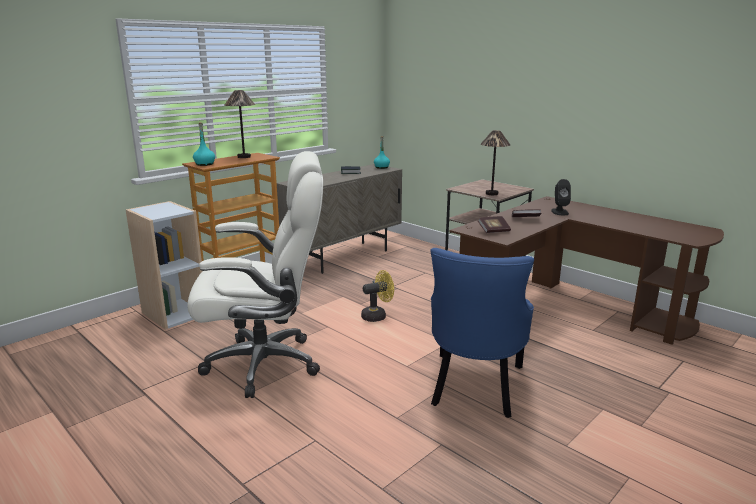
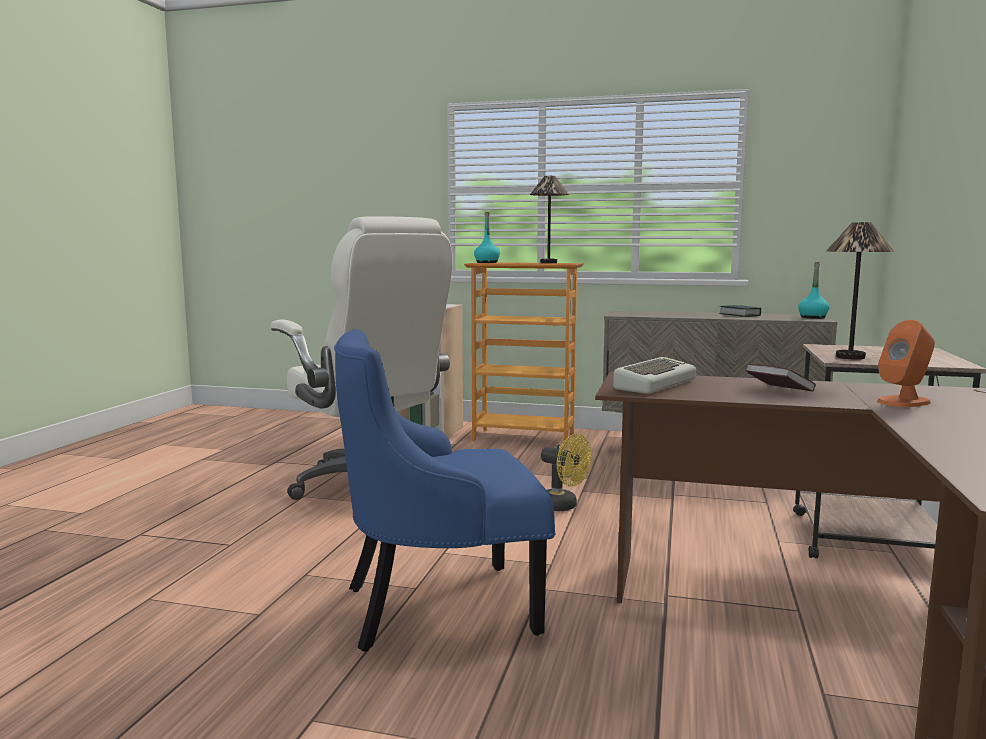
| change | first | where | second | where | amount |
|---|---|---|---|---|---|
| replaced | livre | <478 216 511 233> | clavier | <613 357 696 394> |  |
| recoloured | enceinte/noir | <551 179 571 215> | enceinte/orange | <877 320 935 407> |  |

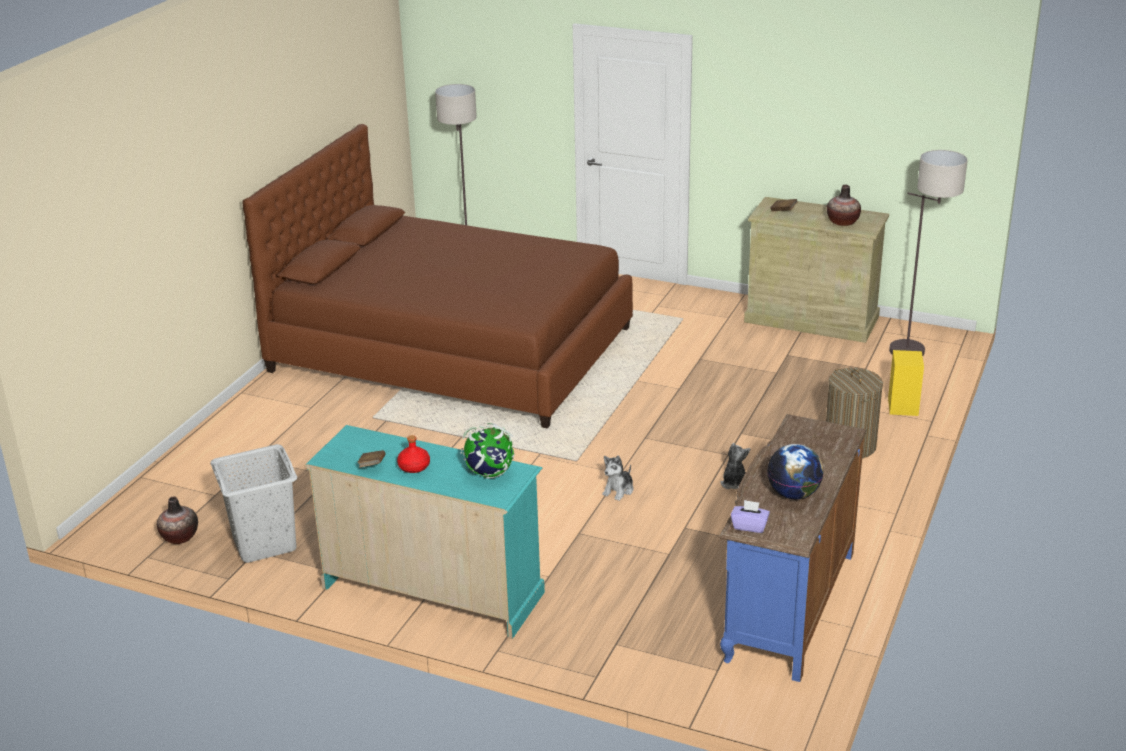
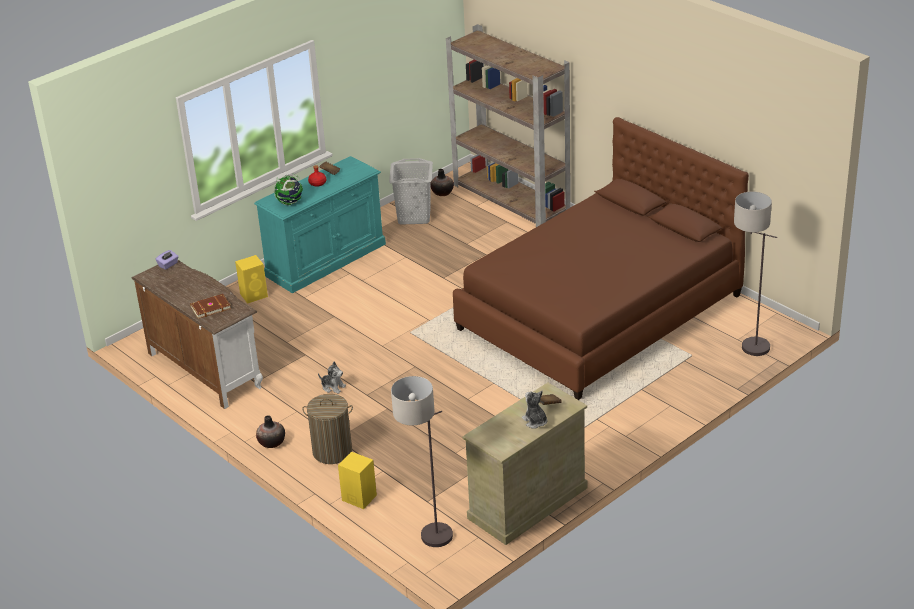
| change | first | where | second | where | amount |
|---|---|---|---|---|---|
| moved | peluche | <602 455 634 501> |  | <522 391 547 428> |  |
| recoloured | commode/bleu | <719 414 867 682> | commode/blanc | <132 260 263 409> |  |
| removed | globe | <767 444 823 499> |  |  |  |
| moved | vase | <827 185 861 226> |  | <256 415 285 448> |  |
| added |  |  | livre/marron | <190 294 231 319> |  |
| added |  |  | enceinte/jaune | <235 255 268 304> |  |
| added |  |  | bibliothèque/marron | <446 24 571 227> |  |

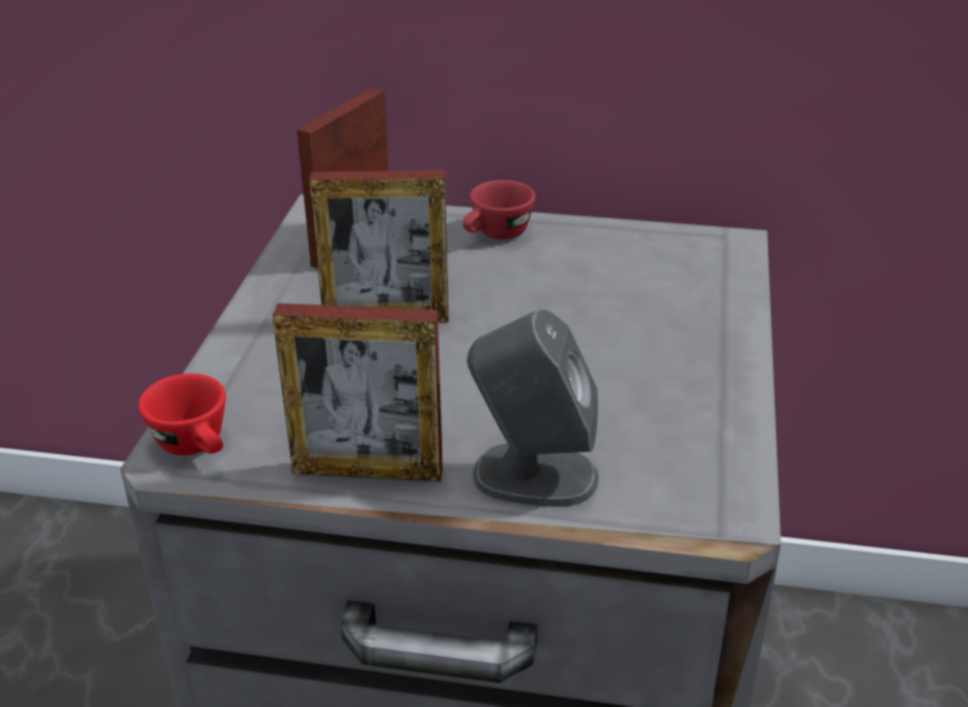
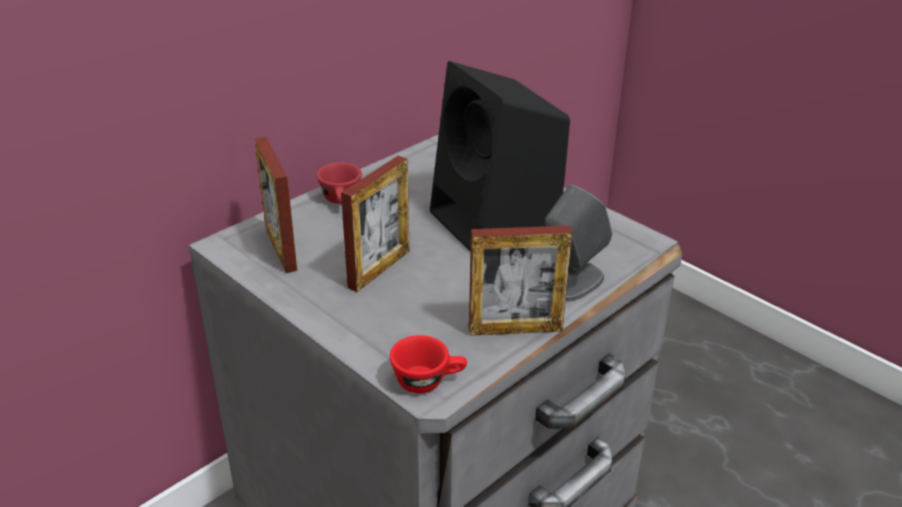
| change | first | where | second | where | amount |
|---|---|---|---|---|---|
| turned | cadre photo | <272 303 443 482> |  | <469 226 572 336> | 45 degrees clockwise |
| added |  |  | enceinte/noir | <430 61 570 252> |  |

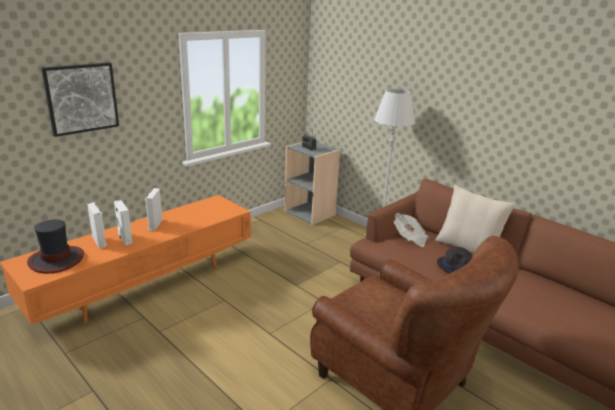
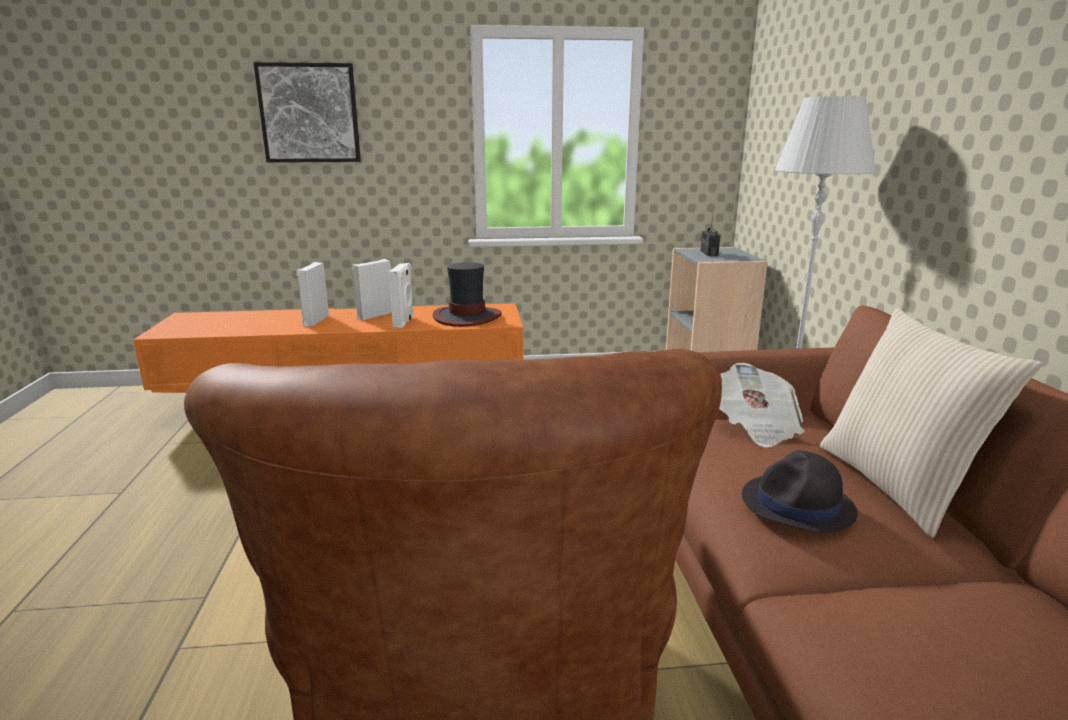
| change | first | where | second | where | amount |
|---|---|---|---|---|---|
| moved | chapeau | <27 219 84 273> |  | <433 262 502 327> |  |
| moved | enceinte/blanc | <87 202 107 248> |  | <389 263 414 328> |  |

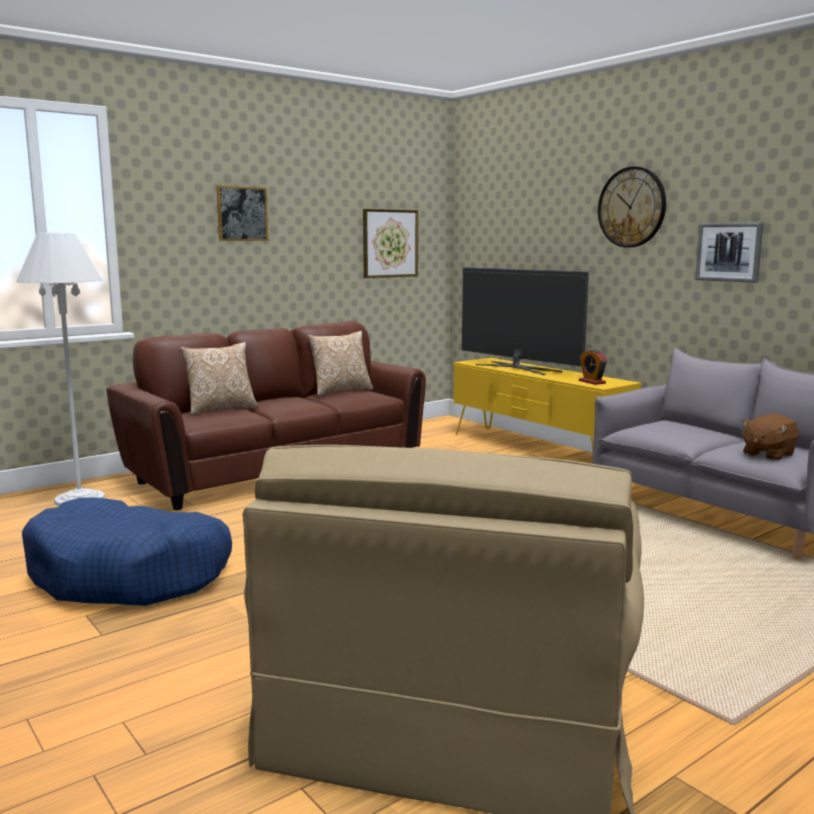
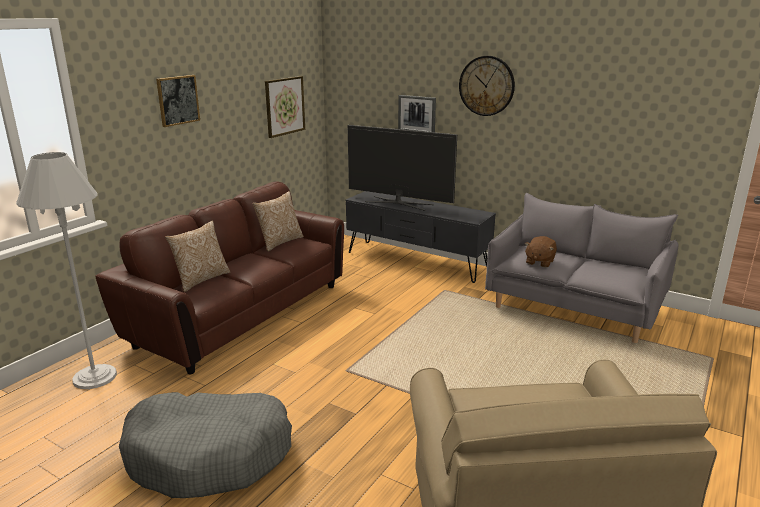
| change | first | where | second | where | amount |
|---|---|---|---|---|---|
| recoloured | panier pour chien/bleu | <22 498 232 606> | panier pour chien/gris | <119 392 292 498> |  |
| recoloured | meuble télé/jaune | <454 358 642 451> | meuble télé/gris | <345 191 496 283> |  |
| removed | réveil | <579 349 607 385> |  |  |  |
| moved | tableau | <695 222 764 283> |  | <398 95 436 132> |  |
| moved | peluche/marron | <741 414 798 461> |  | <525 236 557 268> |  |

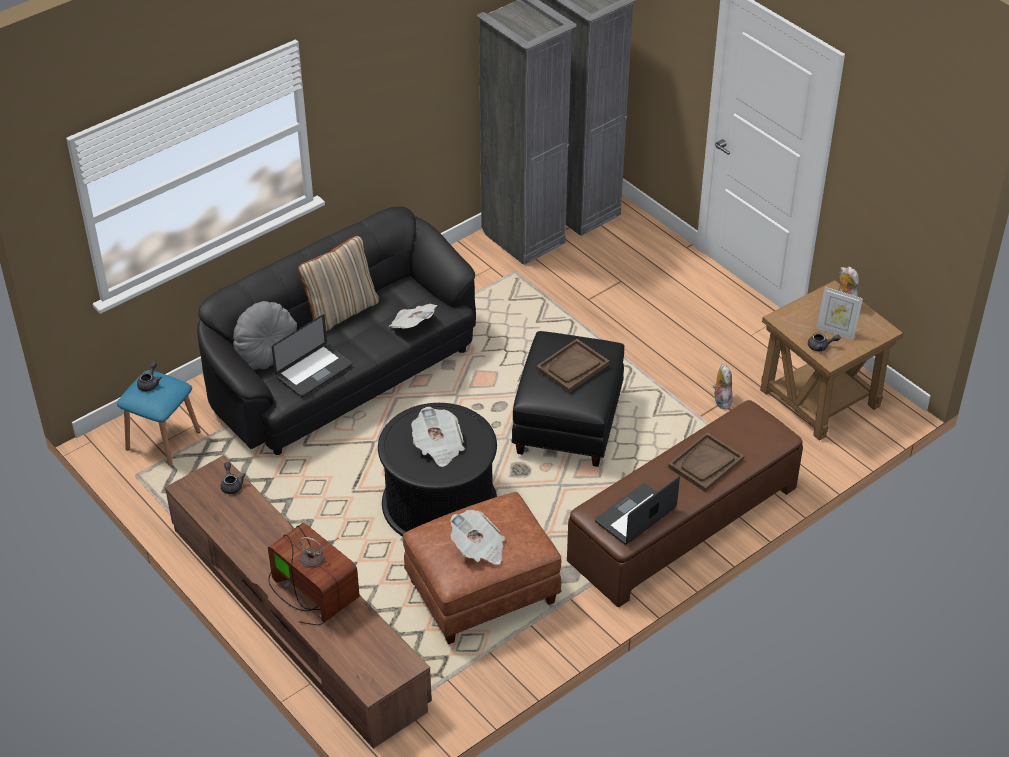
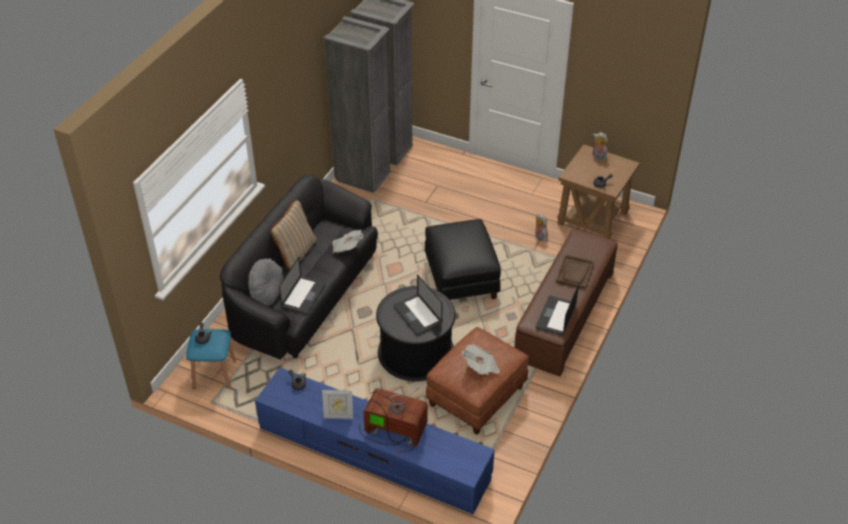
| change | first | where | second | where | amount |
|---|---|---|---|---|---|
| recoloured | meuble télé/marron | <165 456 432 749> | meuble télé/bleu | <255 368 495 514> |  |
| replaced | journal | <411 407 465 467> | ordinateur portable | <394 274 443 335> |  |
| removed | plateau/marron | <536 339 609 393> |  |  |  |
| moved | cadre photo | <816 287 863 340> |  | <322 390 353 419> |  |

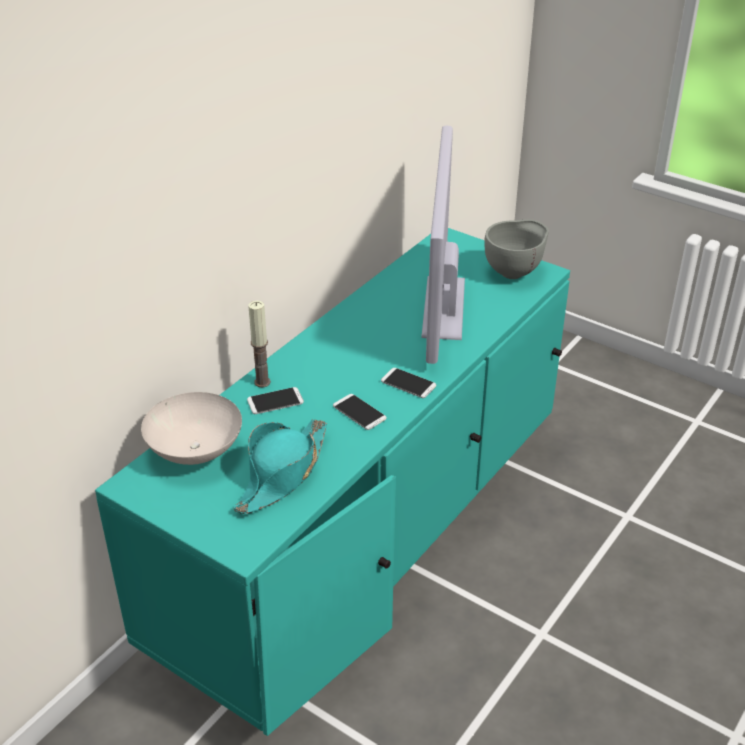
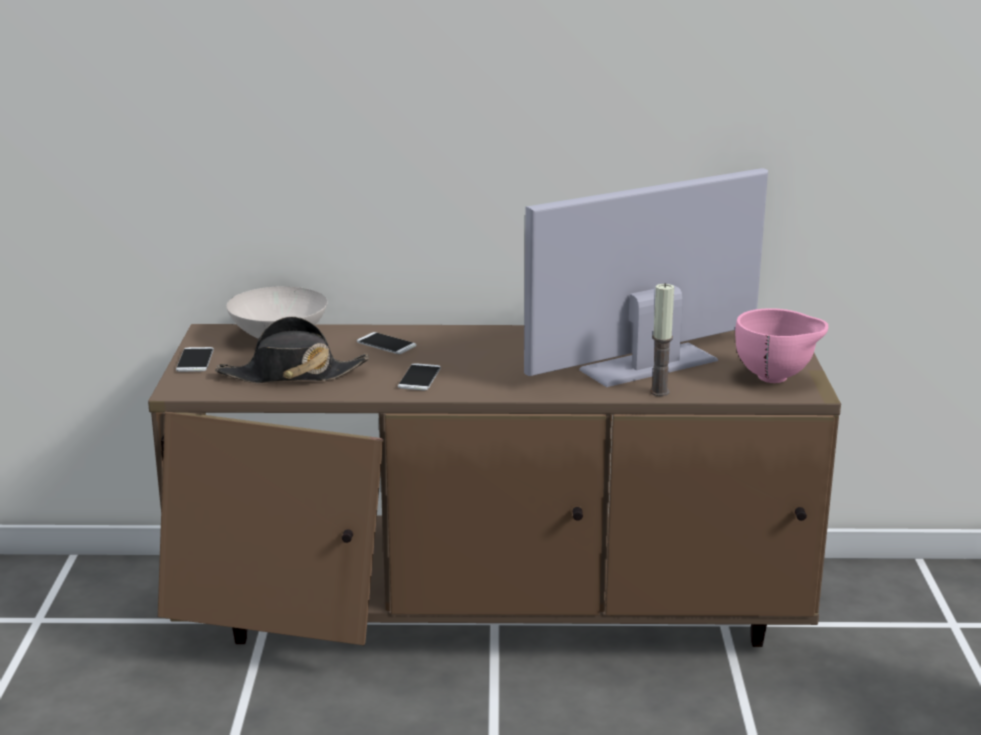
| change | first | where | second | where | amount |
|---|---|---|---|---|---|
| recoloured | meuble télé/turquoise | <95 228 570 736> | meuble télé/marron | <148 324 841 647> |  |
| recoloured | chapeau/turquoise | <234 419 327 514> | chapeau/noir | <215 316 369 383> |  |
| moved | bougie | <248 301 271 387> |  | <650 283 674 396> |  |
| moved | téléphone | <381 368 436 398> |  | <176 347 214 372> |  |
| recoloured | bol/gris | <484 219 549 279> | bol/rose | <735 308 828 383> |  |

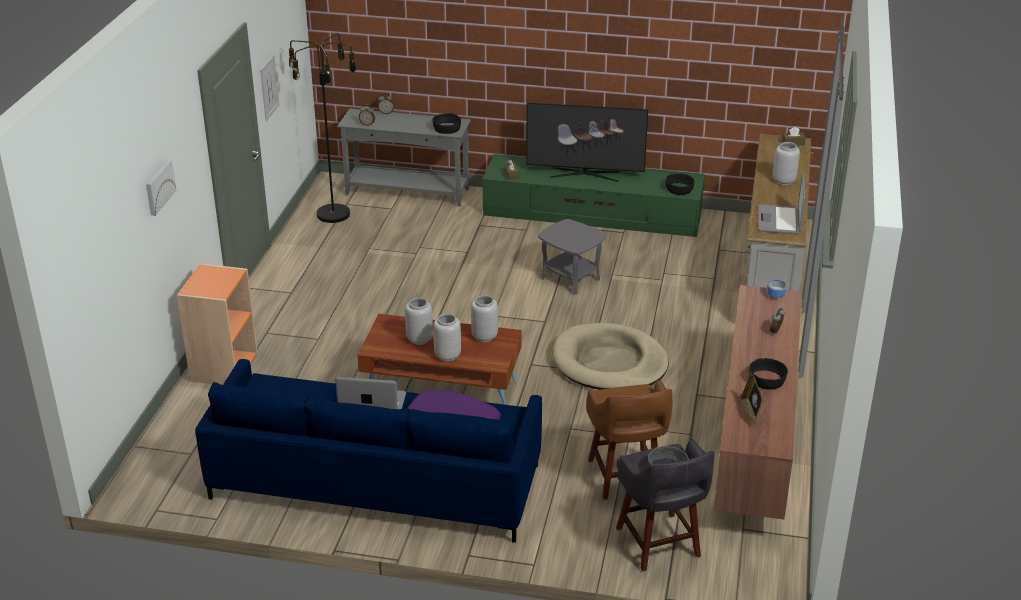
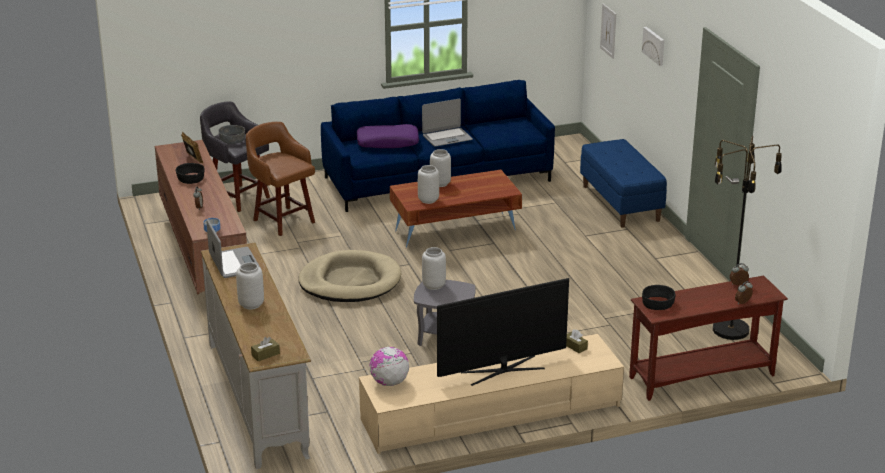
| change | first | where | second | where | amount |
|---|---|---|---|---|---|
| replaced | bibliothèque/orange | <177 263 258 385> | banc/bleu | <580 139 667 227> |  |
| moved | tableau | <260 55 279 121> |  | <600 4 616 59> |  |
| recoloured | table console/gris | <337 108 471 207> | table console/marron | <629 276 788 401> |  |
| moved | vase/gris | <405 298 433 345> |  | <422 247 446 290> |  |
| recoloured | meuble télé/vert | <482 154 705 237> | meuble télé/beige | <359 334 624 454> |  |
| replaced | bol/noir | <666 173 695 195> | globe | <370 347 409 386> |  |

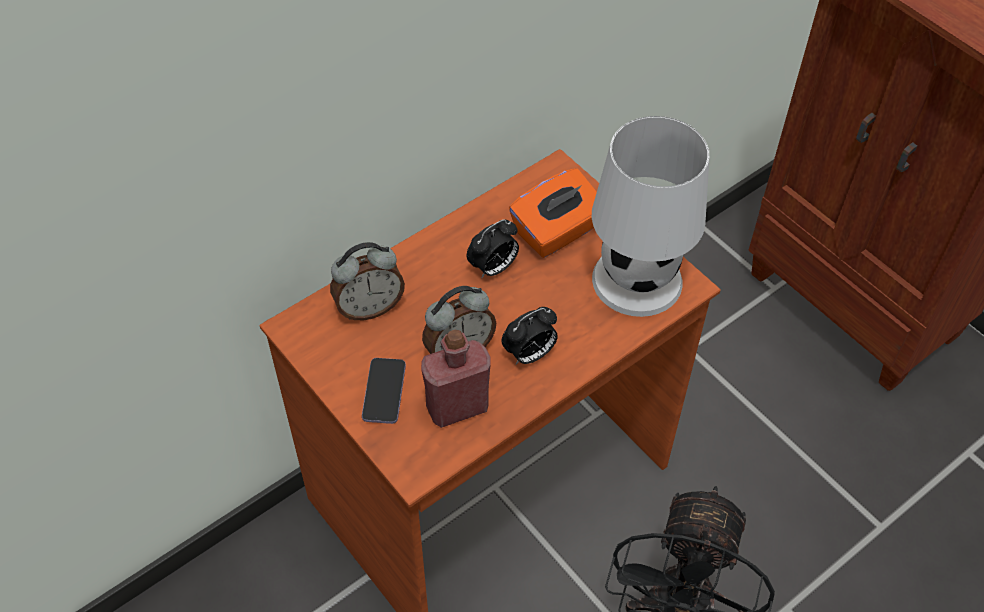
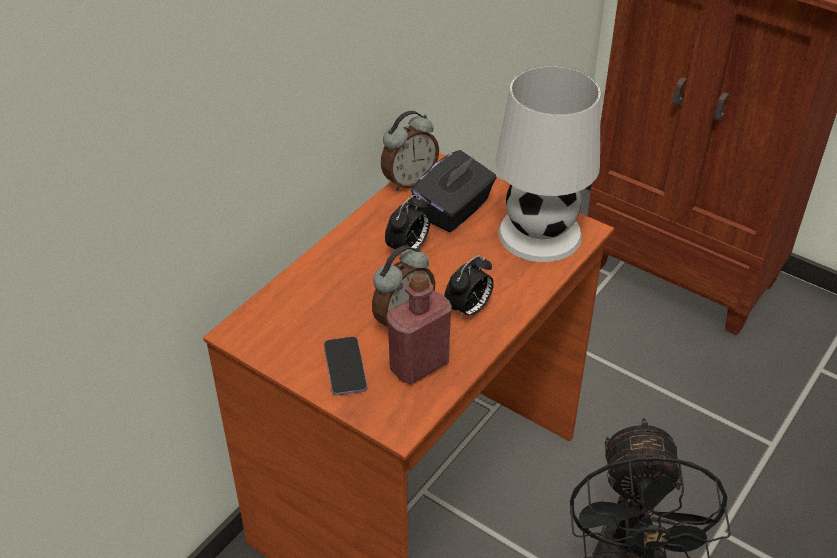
| change | first | where | second | where | amount |
|---|---|---|---|---|---|
| moved | réveil | <330 242 405 320> |  | <381 111 439 191> |  |
| recoloured | boîte à mouchoirs/orange | <509 168 597 258> | boîte à mouchoirs/noir | <411 150 496 232> |  |

